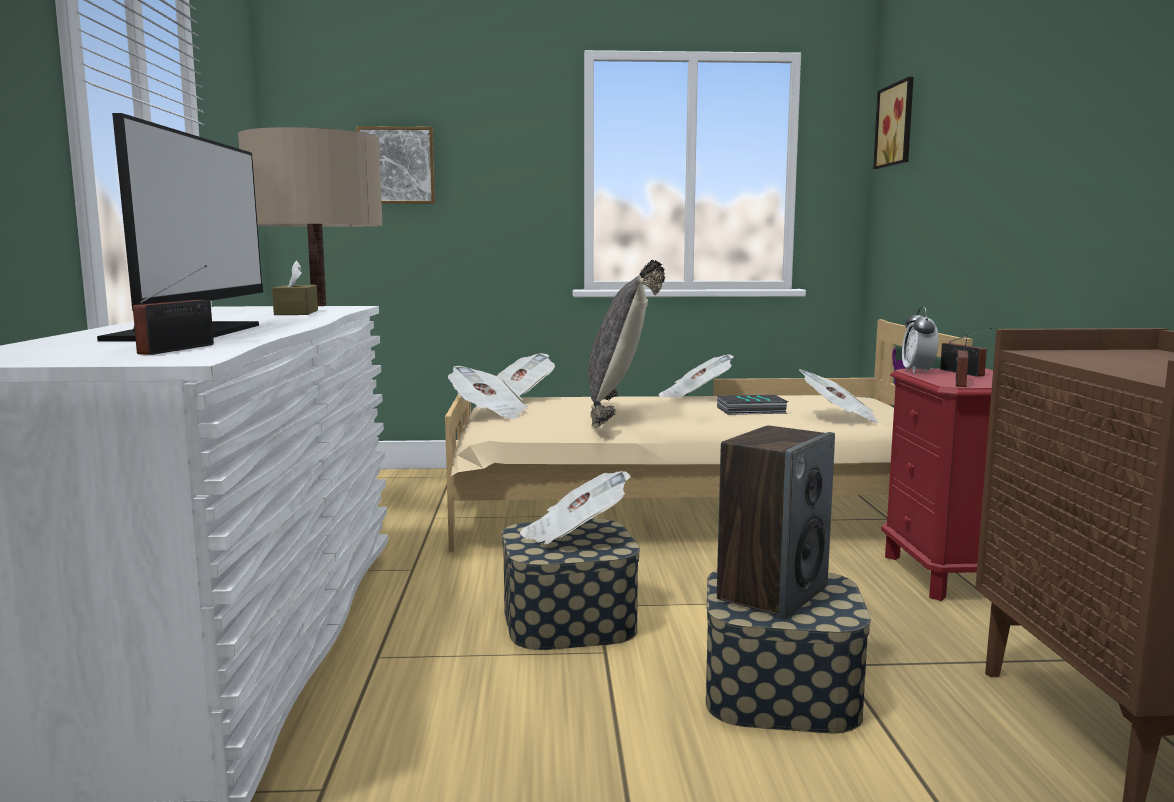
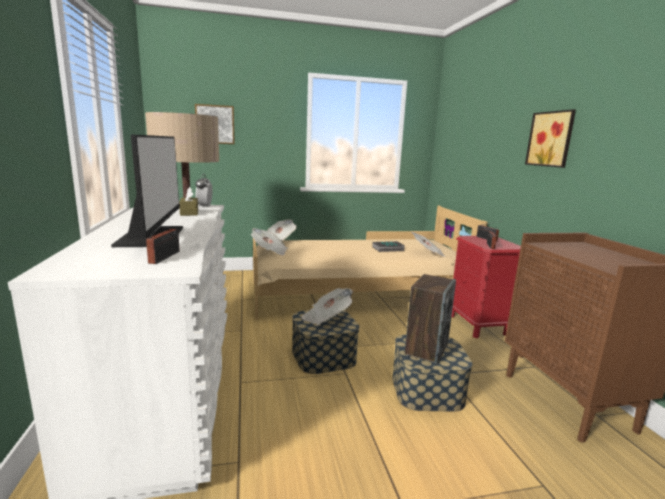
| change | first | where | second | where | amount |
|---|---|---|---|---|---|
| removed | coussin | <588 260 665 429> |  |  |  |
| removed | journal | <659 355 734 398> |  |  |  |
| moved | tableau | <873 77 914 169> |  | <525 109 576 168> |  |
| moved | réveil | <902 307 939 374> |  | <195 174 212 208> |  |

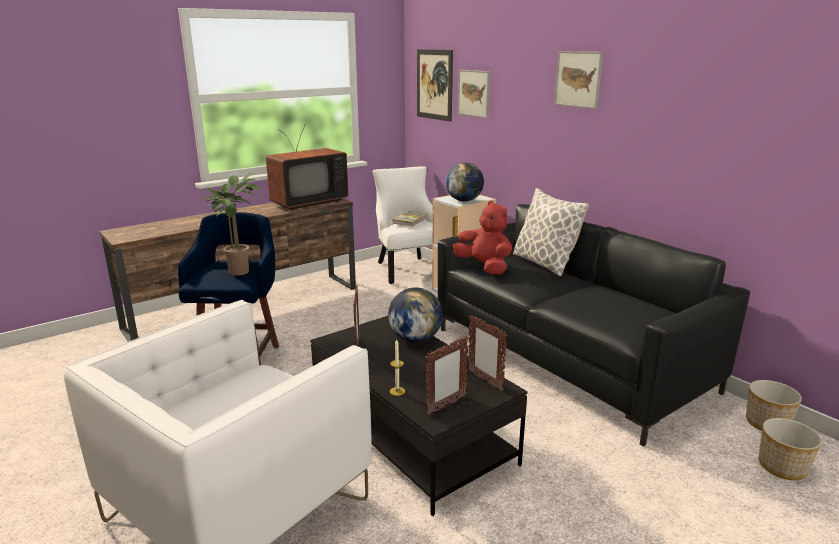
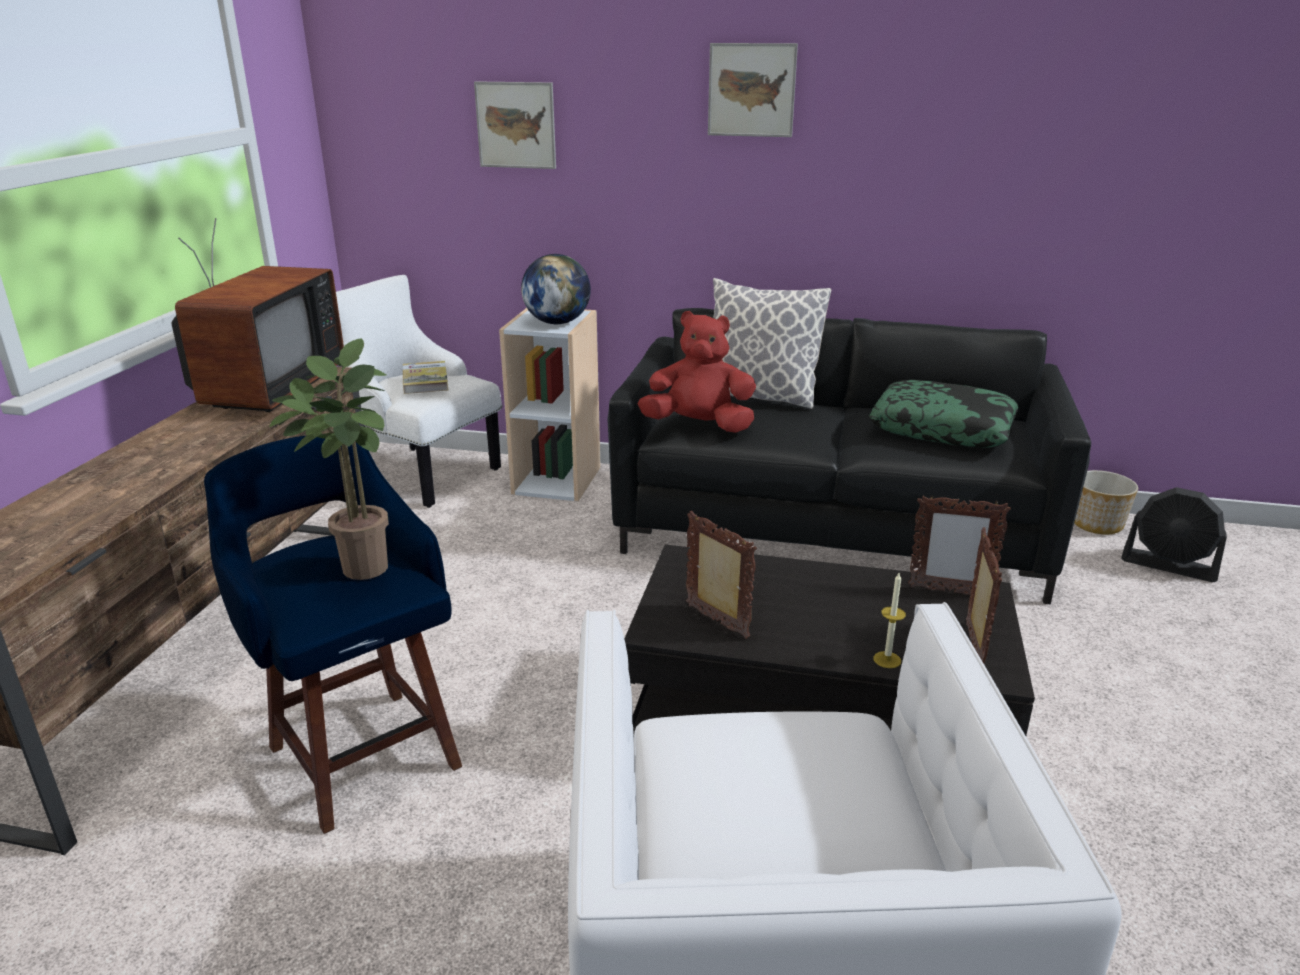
| change | first | where | second | where | amount |
|---|---|---|---|---|---|
| removed | globe | <388 287 443 342> |  |  |  |
| removed | tableau | <417 49 453 122> |  |  |  |
| replaced | cache-pot | <759 418 822 480> | ventilateur/noir | <1121 487 1227 582> |  |
| added |  |  | coussin | <869 380 1019 448> |  |

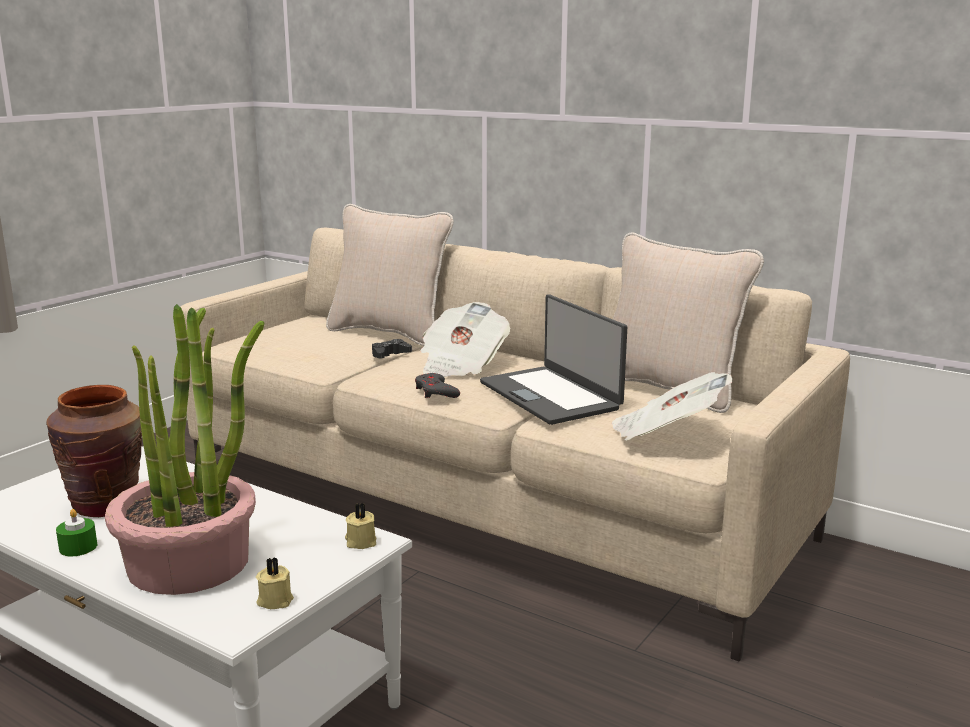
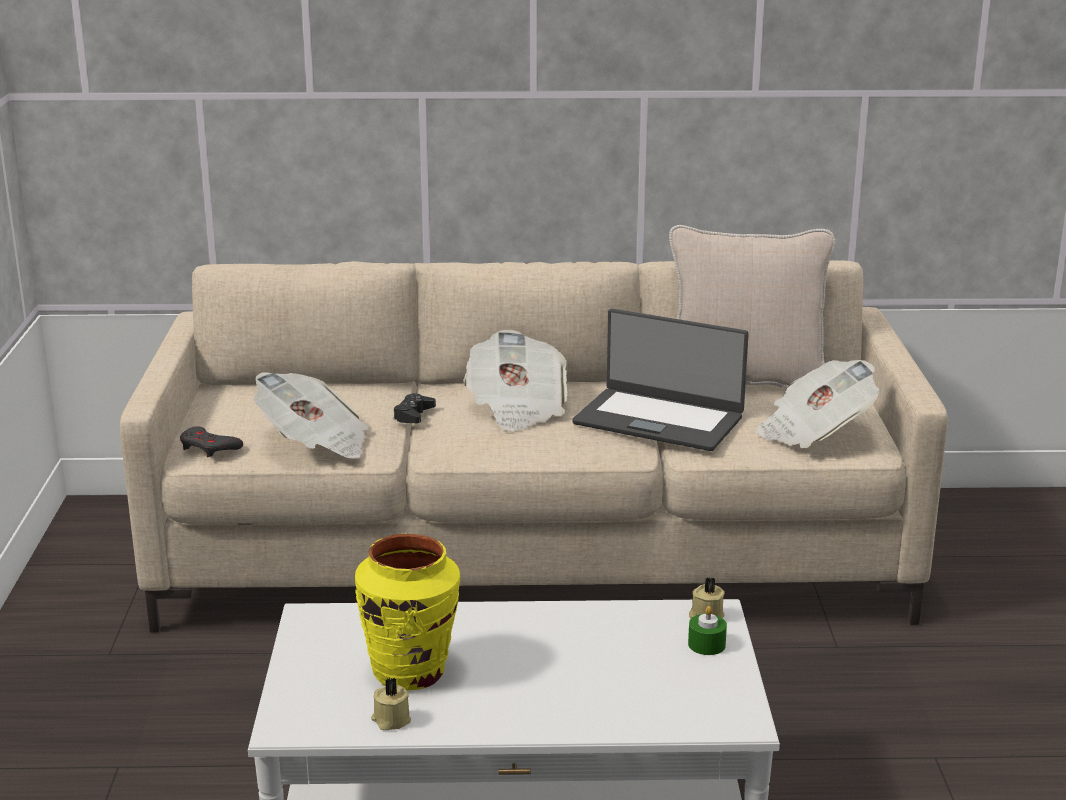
| change | first | where | second | where | amount |
|---|---|---|---|---|---|
| recoloured | vase/marron | <46 385 142 517> | vase/jaune | <355 534 460 691> |  |
| moved | bougie/vert | <56 509 97 556> |  | <688 606 727 655> |  |
| removed | plante en pot | <105 304 264 595> |  |  |  |
| moved | bougie/beige | <256 558 294 609> |  | <371 678 411 730> |  |
| removed | coussin/beige | <326 204 454 346> |  |  |  |
| moved | manette/gris | <415 373 460 398> |  | <180 426 243 457> |  |
| added |  |  | journal | <254 372 369 459> |  |

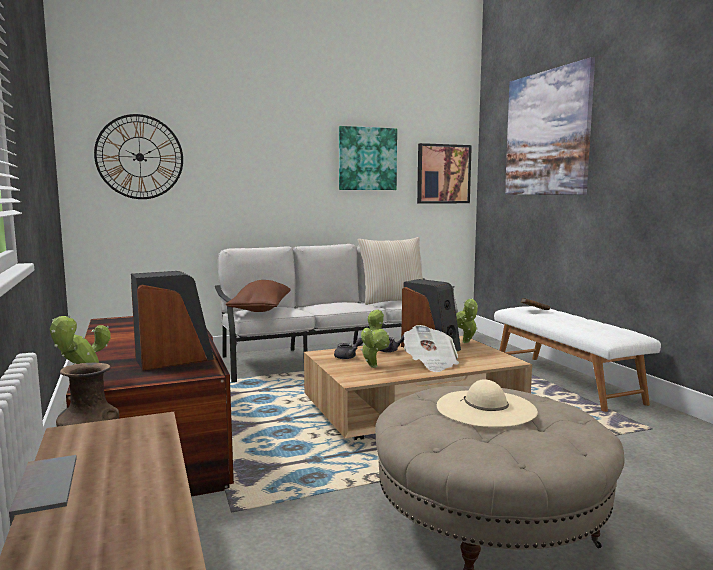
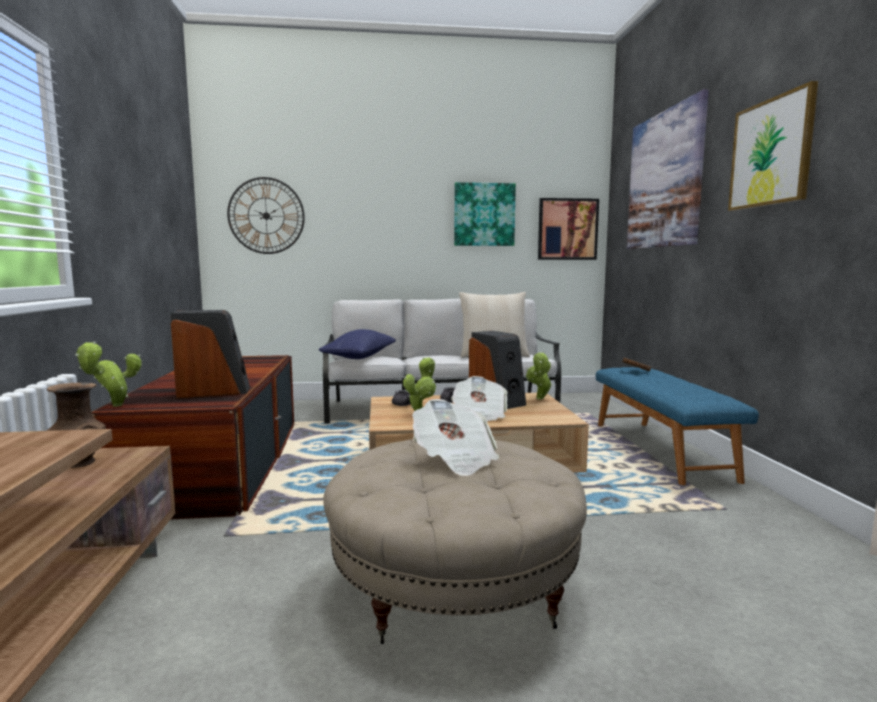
| change | first | where | second | where | amount |
|---|---|---|---|---|---|
| recoloured | coussin/marron | <226 280 291 312> | coussin/bleu | <318 329 396 359> |  |
| replaced | chapeau/beige | <437 380 538 427> | journal | <412 399 500 476> |  |
| recoloured | banc/blanc | <494 306 661 412> | banc/bleu | <596 367 759 485> |  |
| added |  |  | tableau | <728 81 818 211> |  |

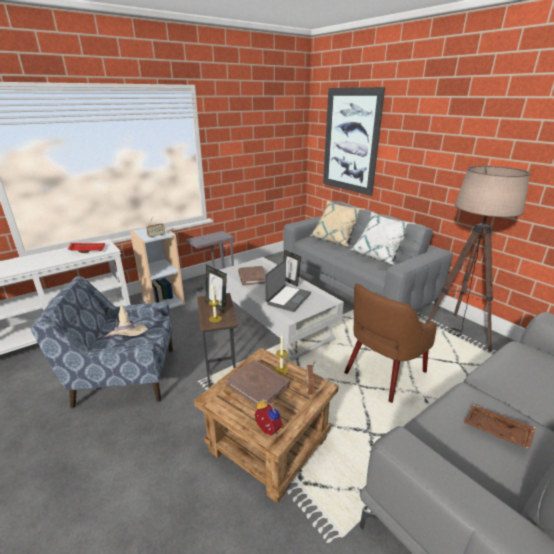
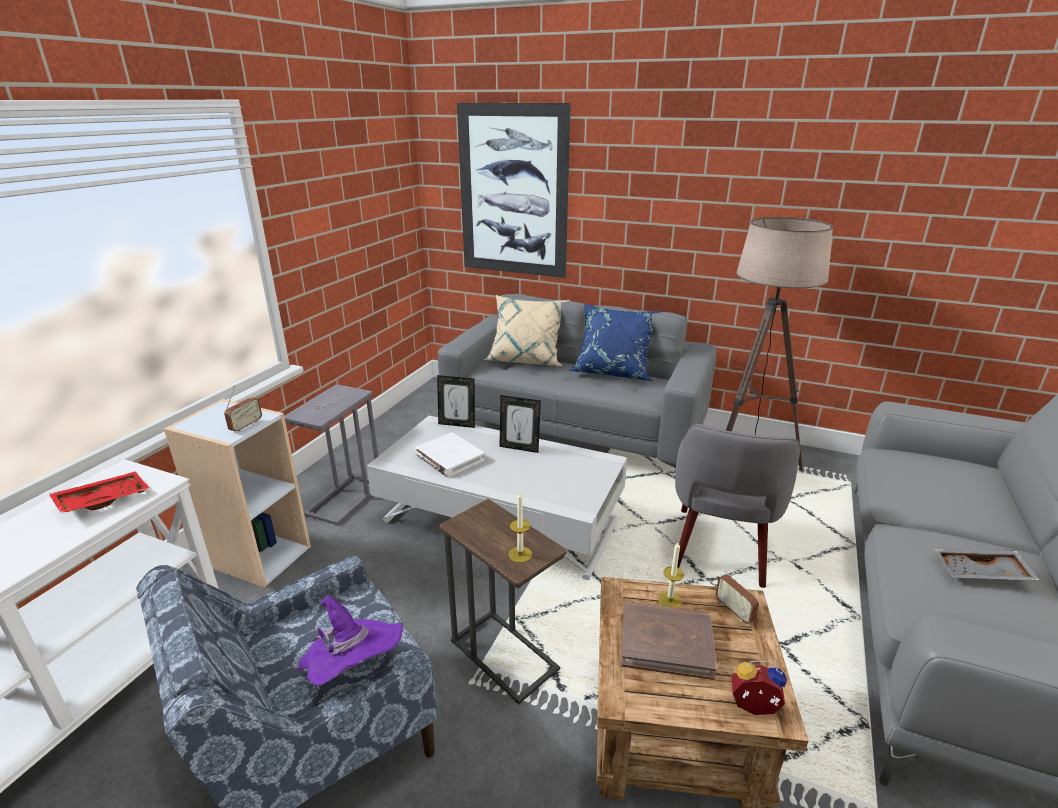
| change | first | where | second | where | amount |
|---|---|---|---|---|---|
| recoloured | chapeau/beige | <101 306 148 340> | chapeau/violet | <298 595 402 686> |  |
| moved | cadre photo | <206 265 227 313> |  | <437 375 475 428> |  |
| recoloured | livre/marron | <238 266 266 286> | livre/blanc | <415 432 485 477> |  |
| removed | ordinateur portable | <265 260 311 312> |  |  |  |
| recoloured | fauteuil/marron | <344 283 437 403> | fauteuil/gris | <675 424 800 588> |  |
| recoloured | coussin/blanc | <350 212 415 265> | coussin/bleu | <569 303 662 381> |  |
| recoloured | plateau/marron | <464 405 536 449> | plateau/gris | <934 549 1040 580> |  |

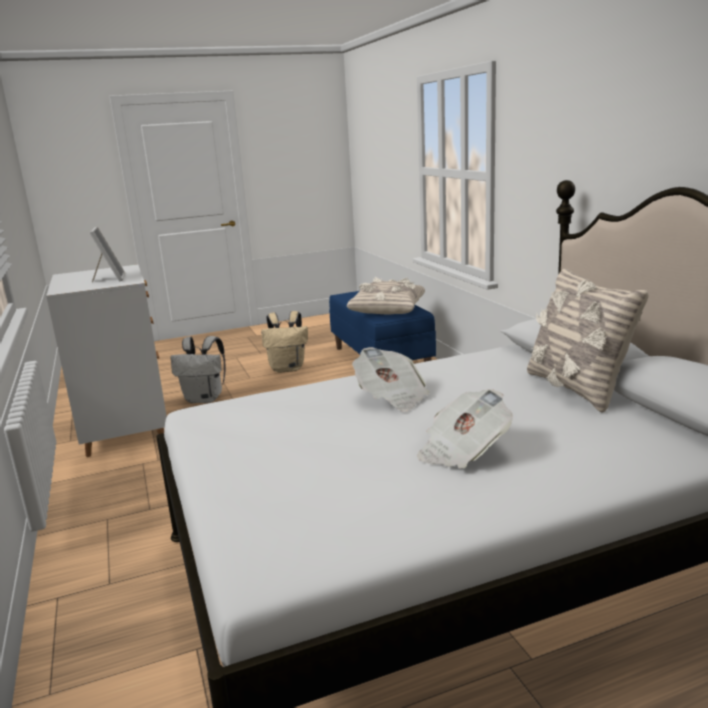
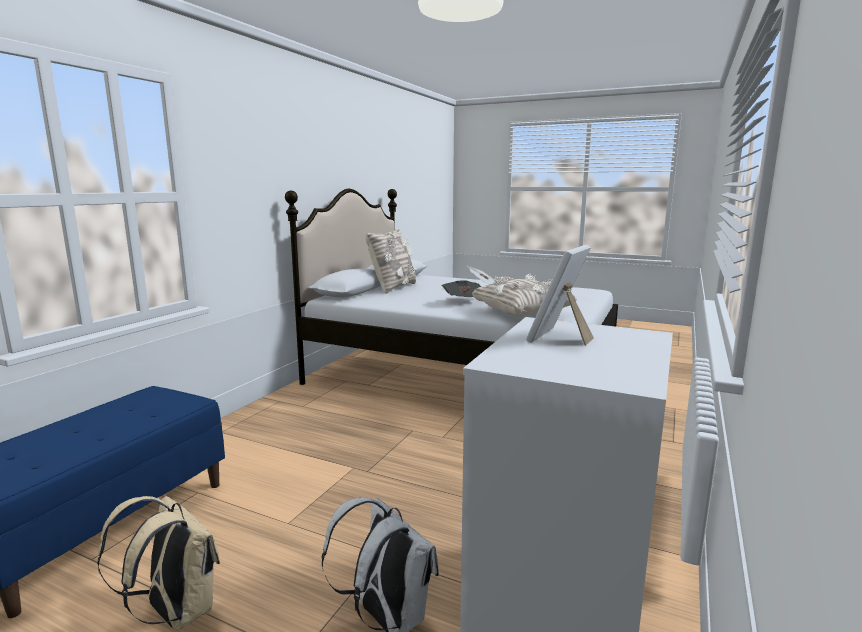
| change | first | where | second | where | amount |
|---|---|---|---|---|---|
| moved | coussin/beige | <347 277 425 314> |  | <472 273 577 317> |  |

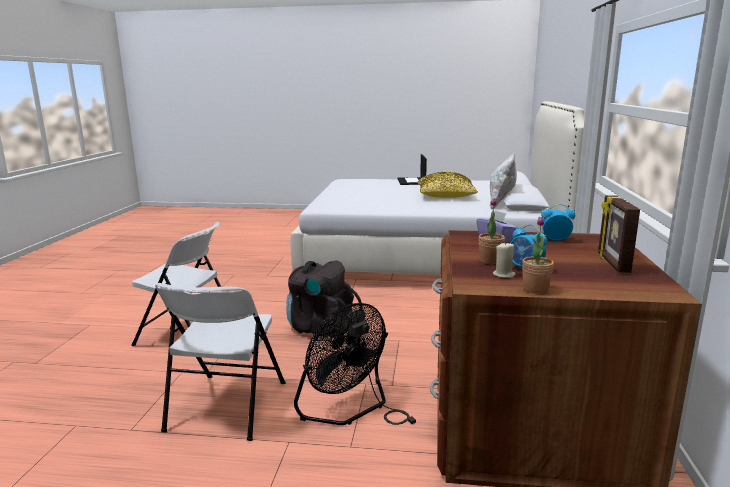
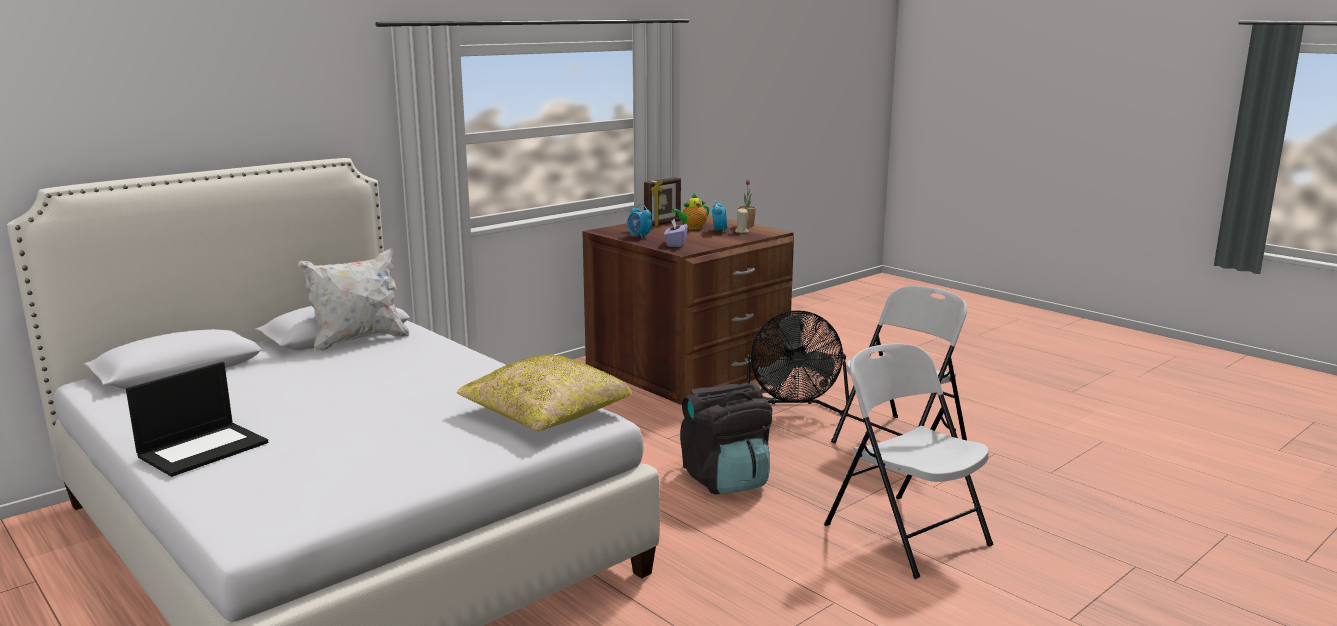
| change | first | where | second | where | amount |
|---|---|---|---|---|---|
| moved | coussin/jaune | <418 172 477 198> |  | <457 354 632 431> |  |
| removed | plante en pot | <479 198 505 264> |  |  |  |
| added |  |  | théière | <672 193 709 230> |  |

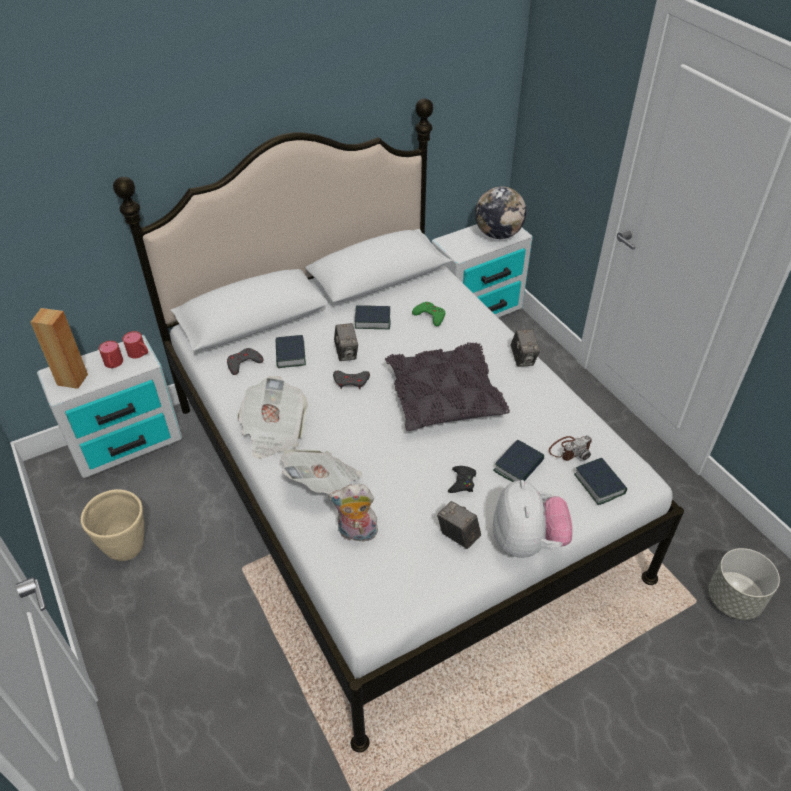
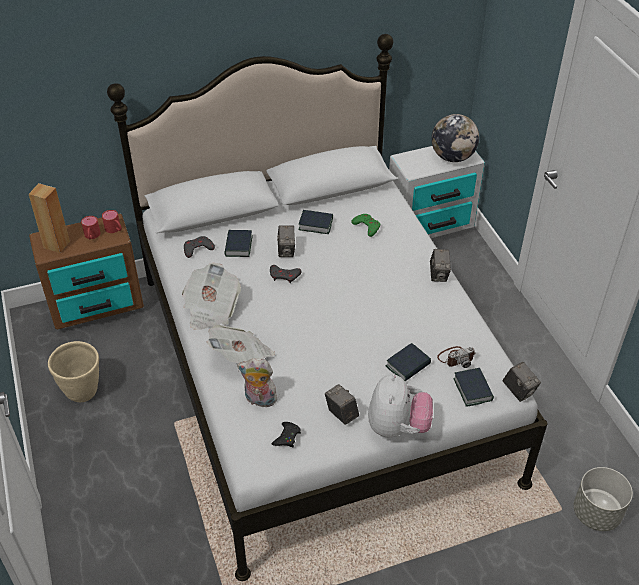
| change | first | where | second | where | amount |
|---|---|---|---|---|---|
| recoloured | table de chevet/blanc | <37 335 182 478> | table de chevet/marron | <29 213 144 330> |  |
| removed | coussin/noir | <385 342 510 431> |  |  |  |
| moved | manette/noir | <448 466 476 493> |  | <271 422 301 447> |  |
| added |  |  | appareil photo | <503 362 541 402> |  |

